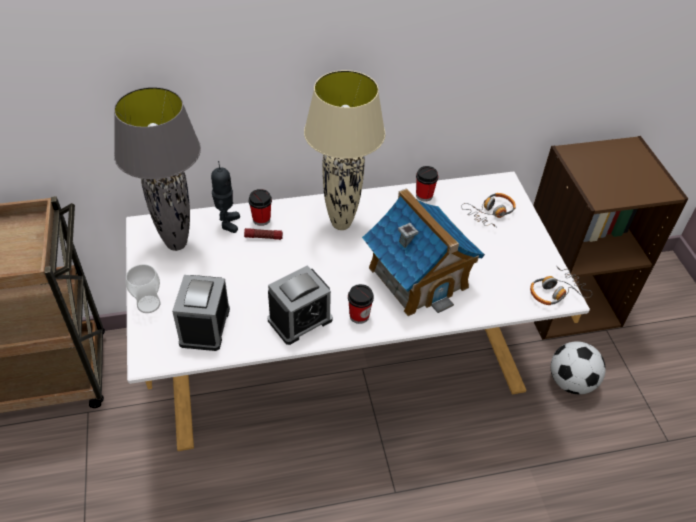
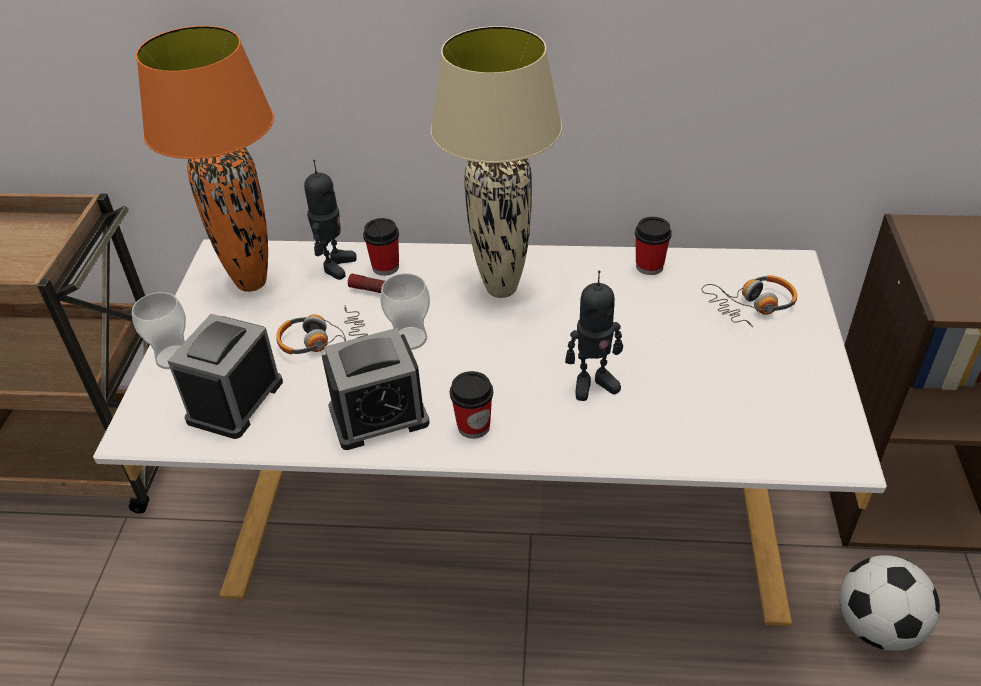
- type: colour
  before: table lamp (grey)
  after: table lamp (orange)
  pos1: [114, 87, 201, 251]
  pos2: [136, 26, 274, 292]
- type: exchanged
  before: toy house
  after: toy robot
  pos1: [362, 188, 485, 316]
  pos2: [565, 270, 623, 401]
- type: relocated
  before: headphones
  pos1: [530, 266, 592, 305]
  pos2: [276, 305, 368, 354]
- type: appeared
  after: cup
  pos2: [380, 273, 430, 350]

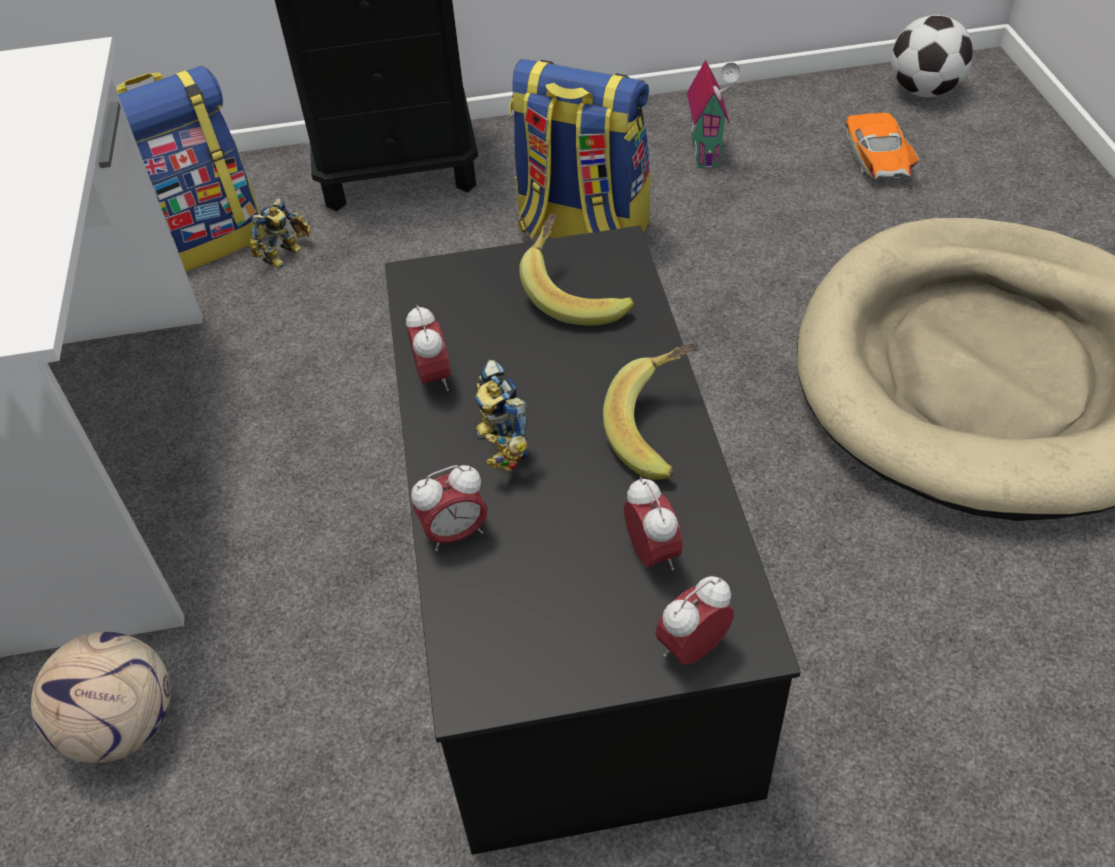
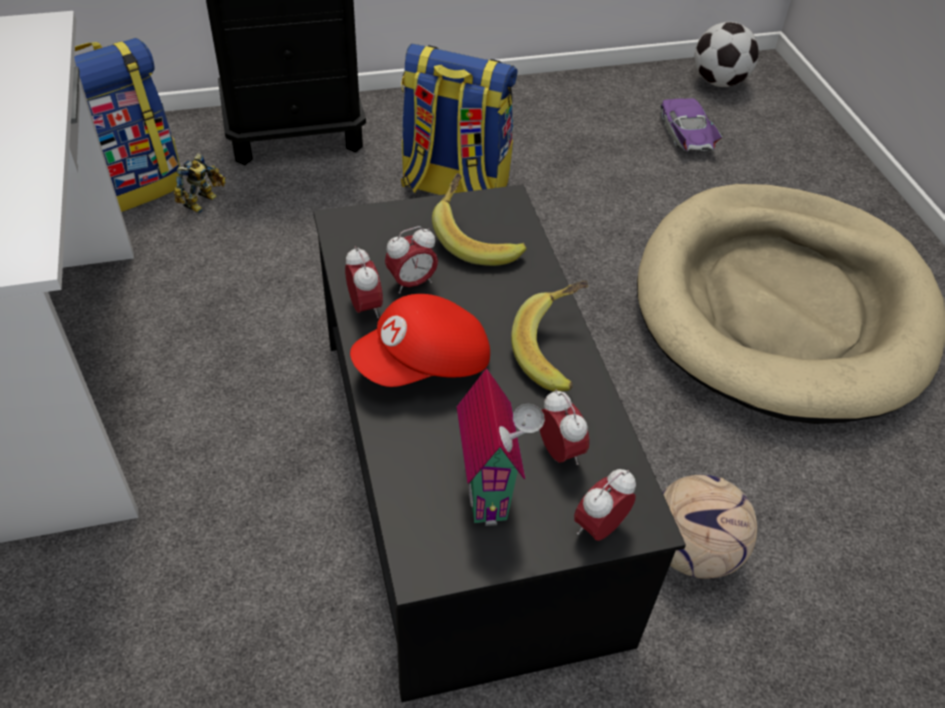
- type: relocated
  before: toy house
  pos1: [687, 60, 740, 169]
  pos2: [457, 368, 545, 526]
- type: colour
  before: toy car (orange)
  after: toy car (purple)
  pos1: [845, 113, 920, 179]
  pos2: [661, 98, 723, 152]
- type: exchanged
  before: toy robot
  after: cap (red)
  pos1: [475, 360, 530, 471]
  pos2: [350, 294, 490, 387]
- type: relocated
  before: alarm clock
  pos1: [411, 465, 488, 551]
  pos2: [385, 226, 438, 294]
- type: relocated
  before: football
  pos1: [31, 632, 171, 763]
  pos2: [662, 475, 757, 579]

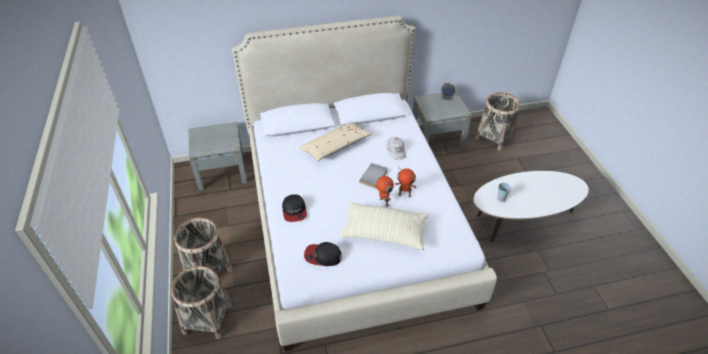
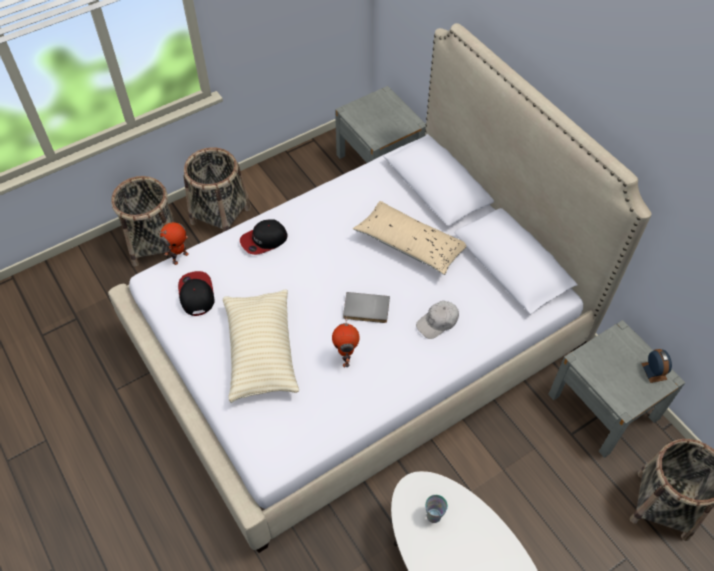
- type: relocated
  before: toy robot
  pos1: [376, 176, 394, 207]
  pos2: [158, 222, 189, 265]

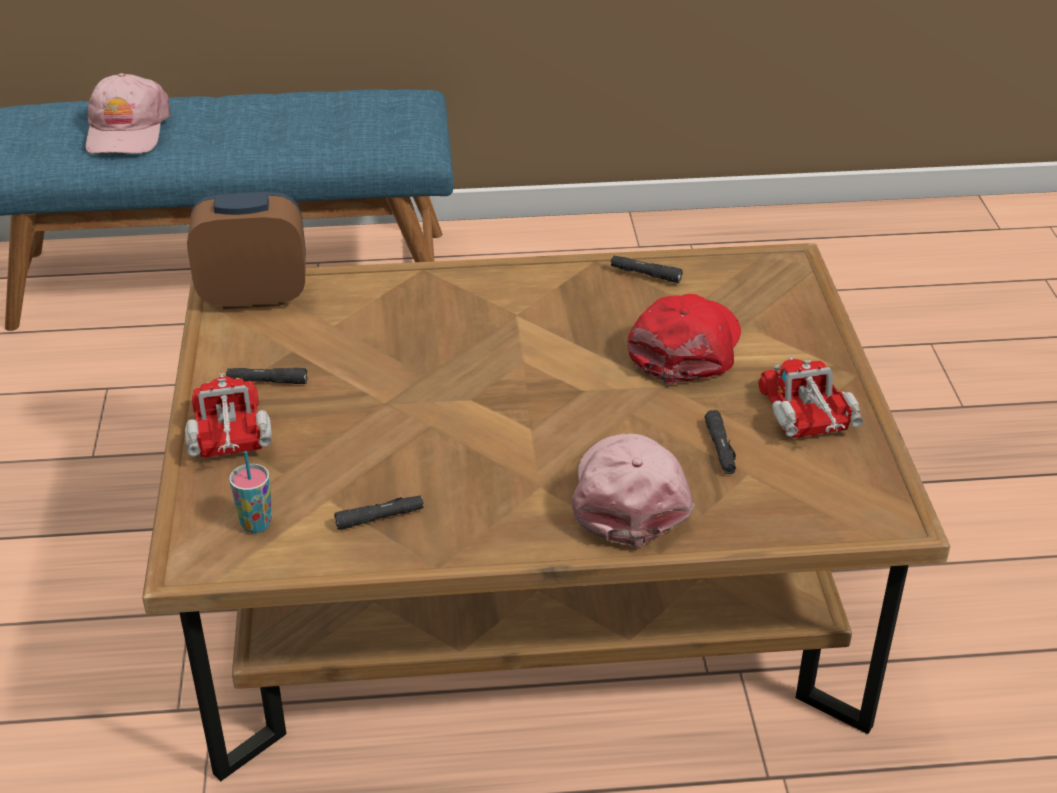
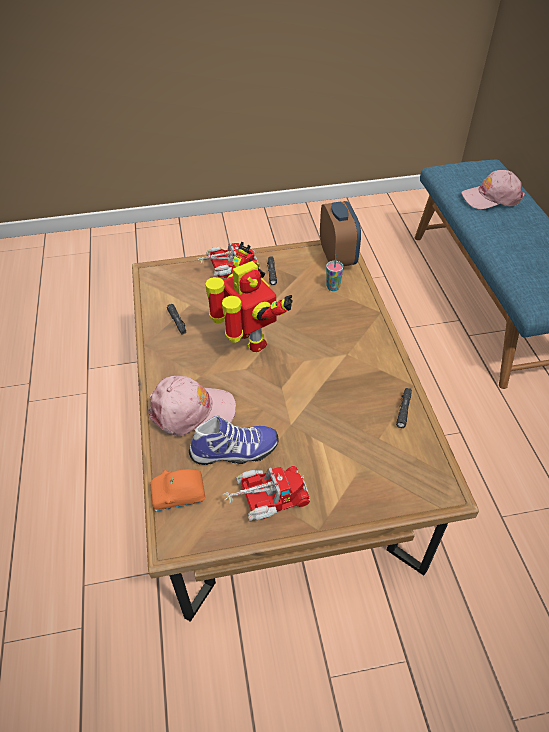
- type: missing
  before: cap (red)
  pos1: [627, 294, 741, 385]
- type: exchanged
  before: flashlight (black)
  after: shoe
  pos1: [705, 410, 736, 474]
  pos2: [189, 416, 279, 465]
- type: relocated
  before: cup
  pos1: [229, 451, 272, 533]
  pos2: [326, 254, 344, 291]
- type: appeared
  after: toy robot
  pos2: [205, 241, 293, 352]
- type: appeared
  after: toy car (orange)
  pos2: [150, 469, 205, 512]

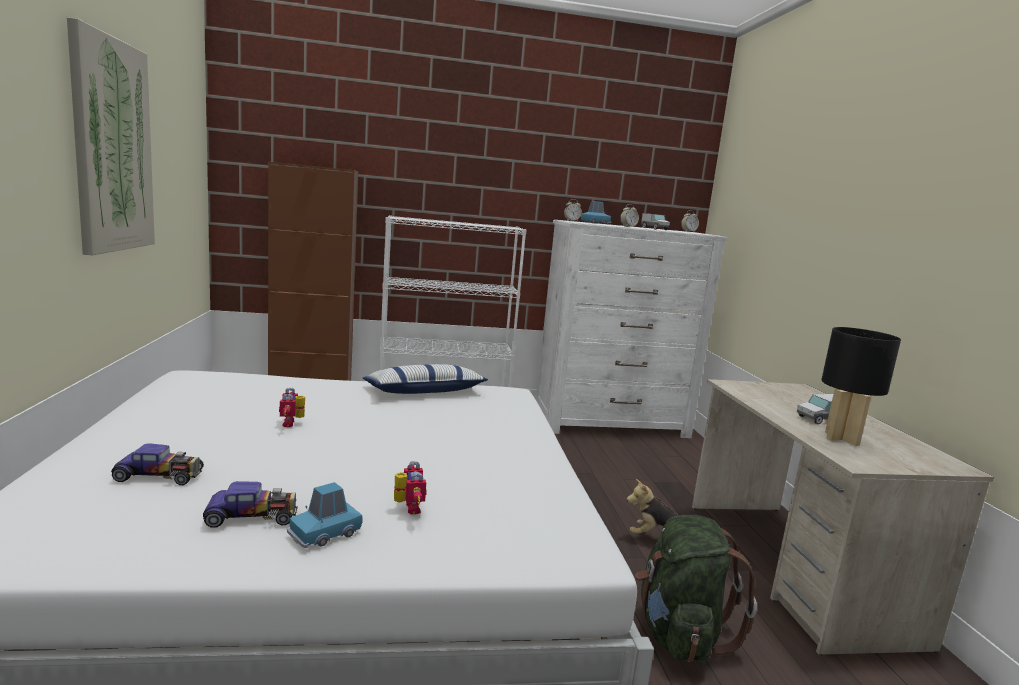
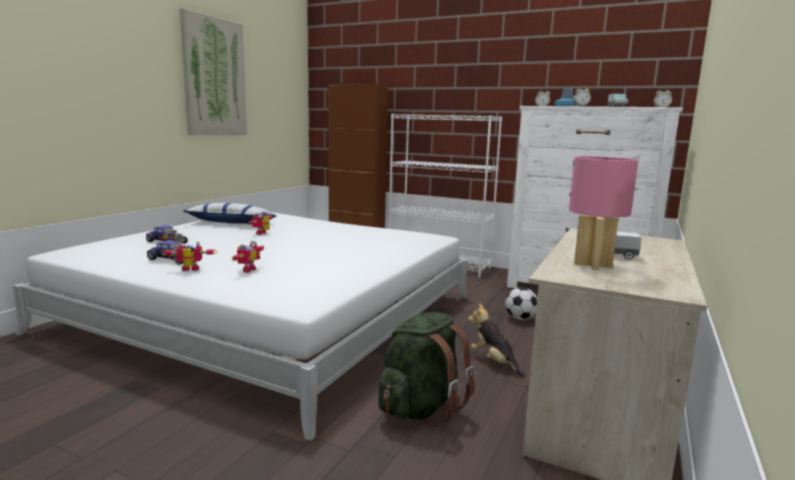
- type: colour
  before: table lamp (black)
  after: table lamp (pink)
  pos1: [821, 327, 901, 446]
  pos2: [569, 156, 638, 270]
- type: relocated
  before: pillow
  pos1: [363, 364, 488, 394]
  pos2: [184, 203, 276, 224]
- type: exchanged
  before: toy car (blue)
  after: toy robot
  pos1: [287, 482, 363, 548]
  pos2: [161, 242, 217, 271]
- type: appeared
  after: football
  pos2: [505, 287, 537, 320]

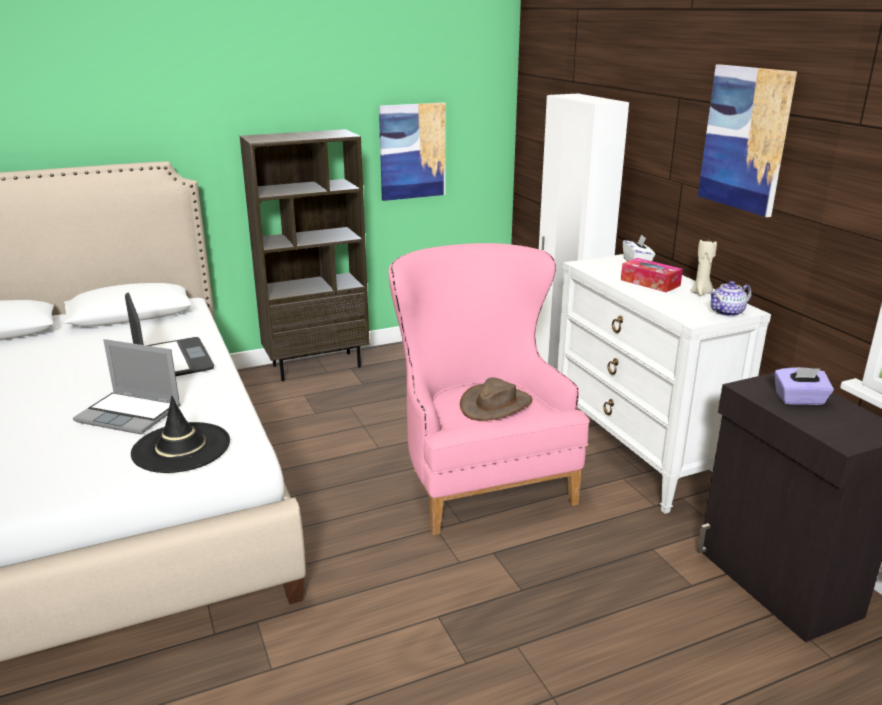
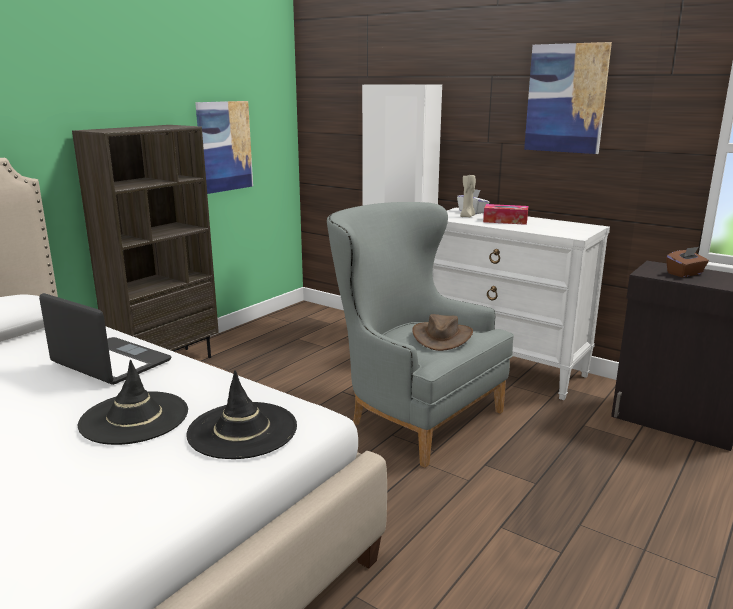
- type: relocated
  before: candle (beige)
  pos1: [690, 239, 717, 296]
  pos2: [460, 173, 476, 217]
- type: colour
  before: armchair (pink)
  after: armchair (grey)
  pos1: [388, 243, 590, 535]
  pos2: [327, 202, 514, 468]
- type: missing
  before: teapot
  pos1: [709, 281, 752, 317]
- type: exchanged
  before: laptop
  after: hat (black)
  pos1: [73, 339, 181, 434]
  pos2: [78, 360, 188, 445]
- type: colour
  before: tissue box (purple)
  after: tissue box (brown)
  pos1: [774, 367, 834, 405]
  pos2: [666, 247, 709, 277]

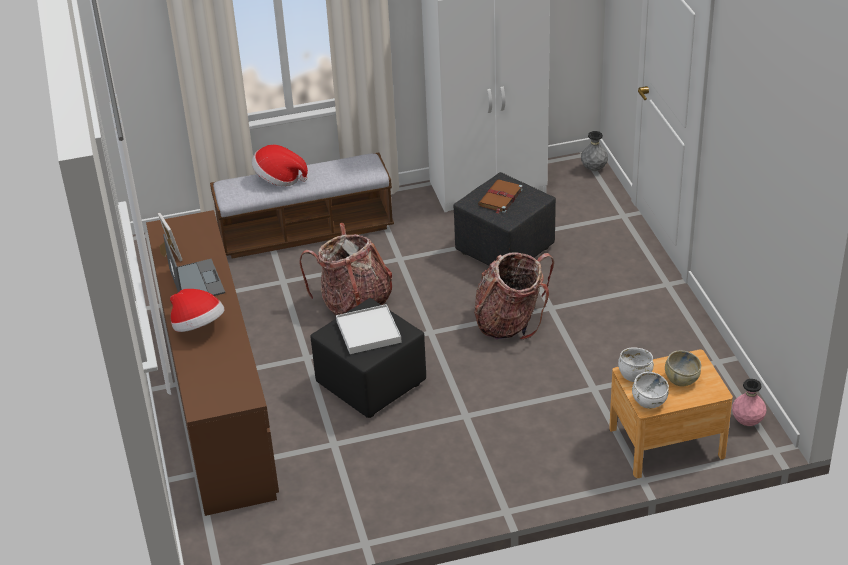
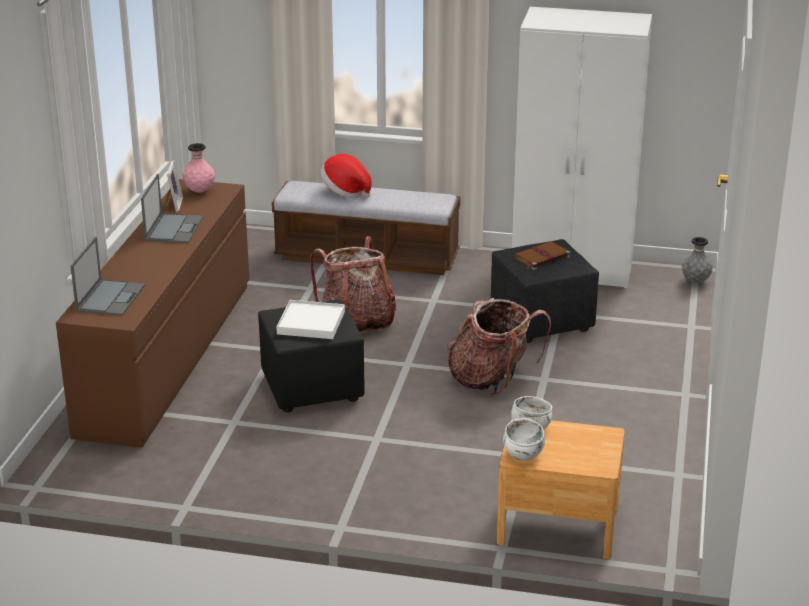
- type: missing
  before: hat
  pos1: [170, 289, 225, 332]
- type: missing
  before: bowl (beige)
  pos1: [665, 350, 701, 387]
- type: relocated
  before: vase (pink)
  pos1: [732, 379, 766, 426]
  pos2: [183, 143, 215, 193]
- type: appeared
  after: laptop
  pos2: [70, 237, 145, 316]

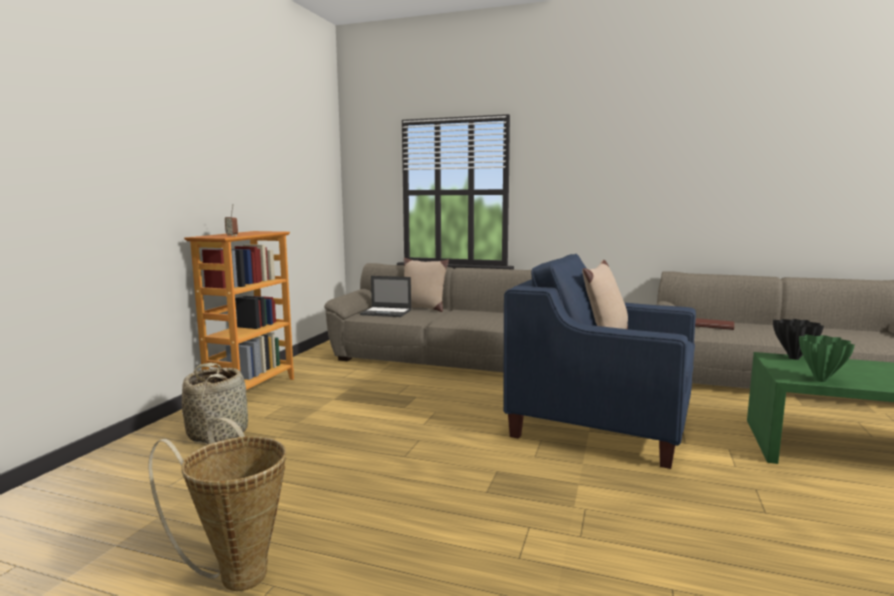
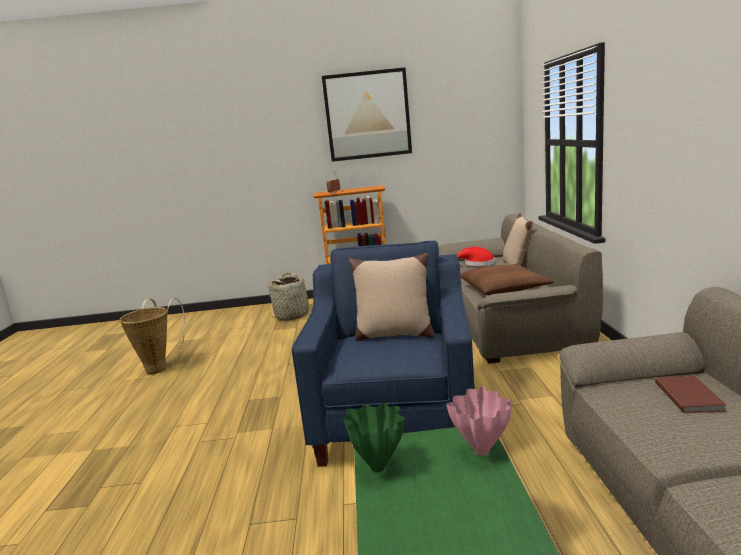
- type: exchanged
  before: laptop
  after: hat (red)
  pos1: [360, 276, 411, 317]
  pos2: [457, 247, 495, 266]
- type: colour
  before: vase (black)
  after: vase (pink)
  pos1: [773, 319, 824, 360]
  pos2: [447, 386, 511, 456]
- type: appeared
  after: picture
  pos2: [322, 67, 412, 162]
- type: appeared
  after: pillow (brown)
  pos2: [460, 264, 554, 295]

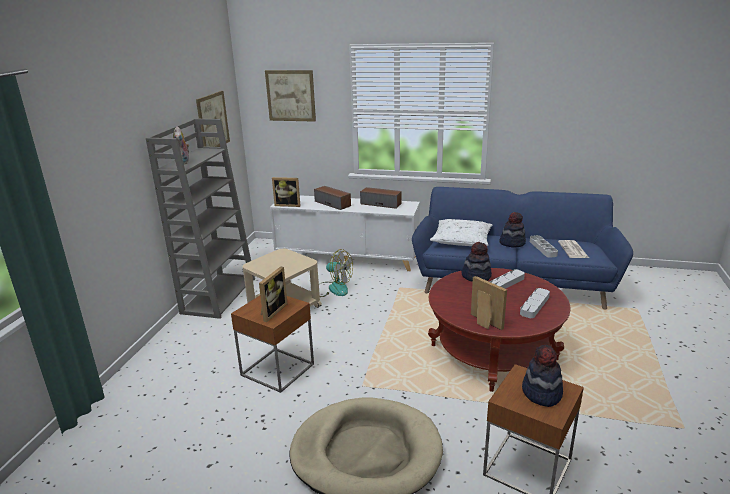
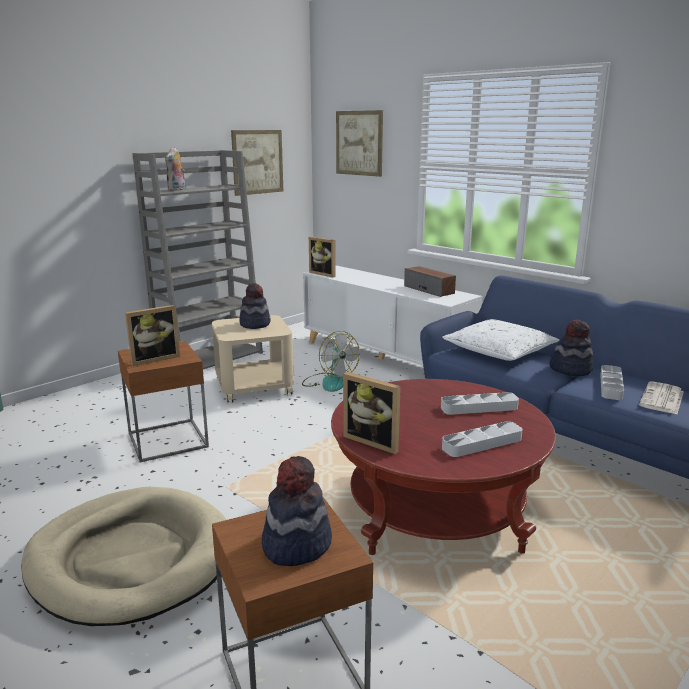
- type: missing
  before: speaker
  pos1: [314, 186, 351, 210]
- type: relocated
  before: hat
  pos1: [461, 242, 492, 282]
  pos2: [240, 283, 270, 329]
- type: spun
  before: picture frame
  pos1: [471, 276, 507, 330]
  pos2: [343, 372, 401, 454]
  turn: 135

